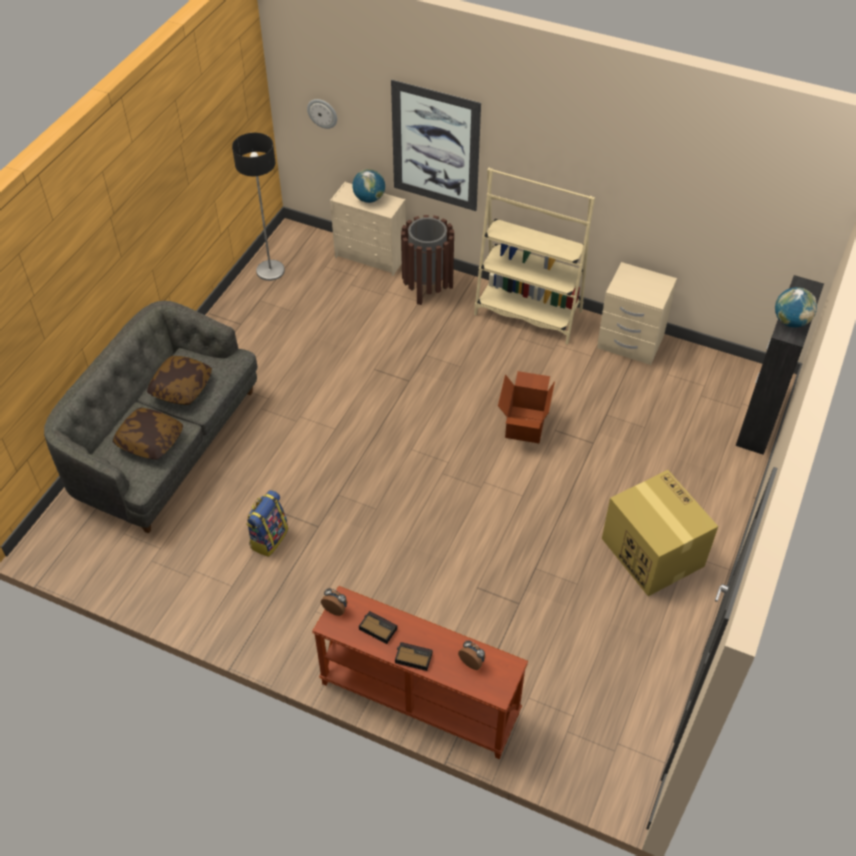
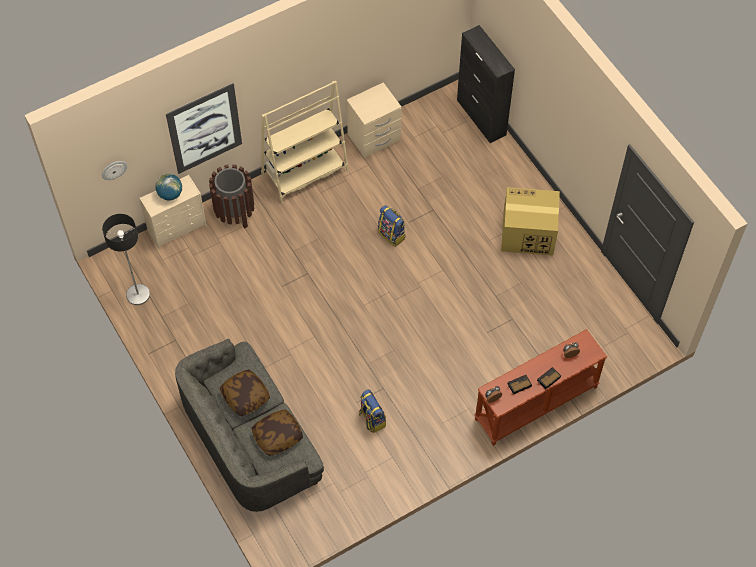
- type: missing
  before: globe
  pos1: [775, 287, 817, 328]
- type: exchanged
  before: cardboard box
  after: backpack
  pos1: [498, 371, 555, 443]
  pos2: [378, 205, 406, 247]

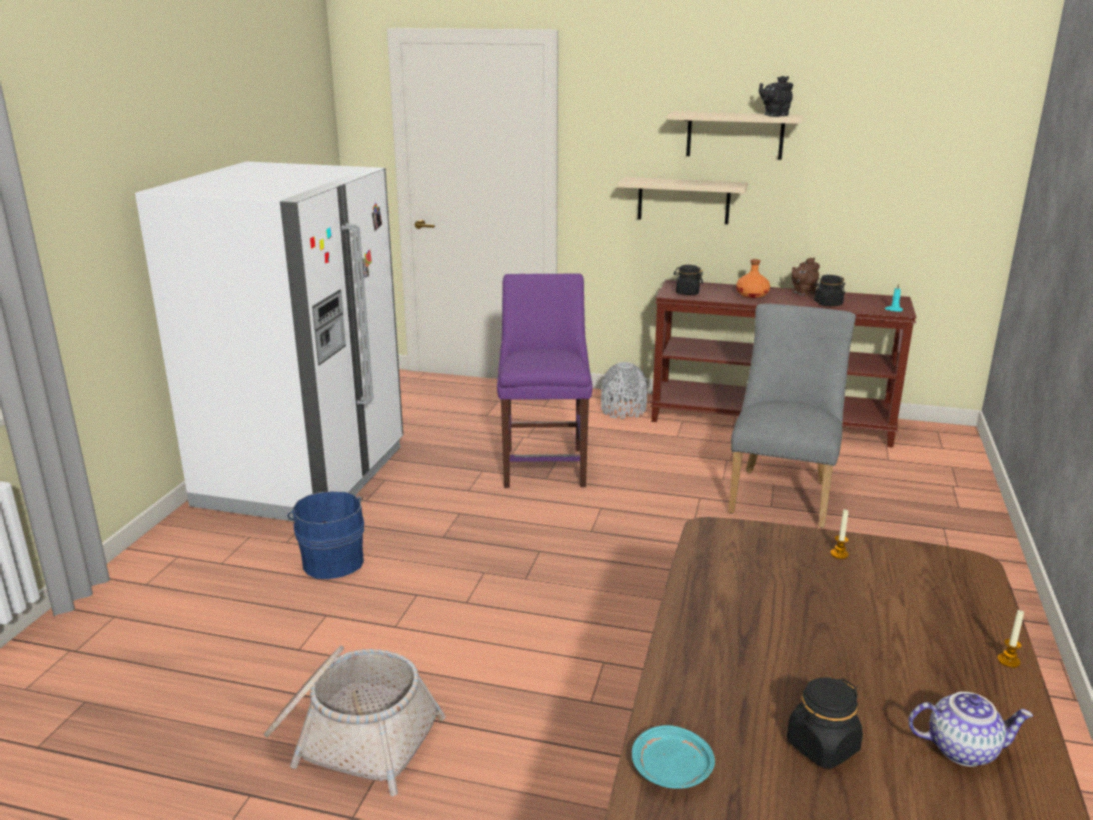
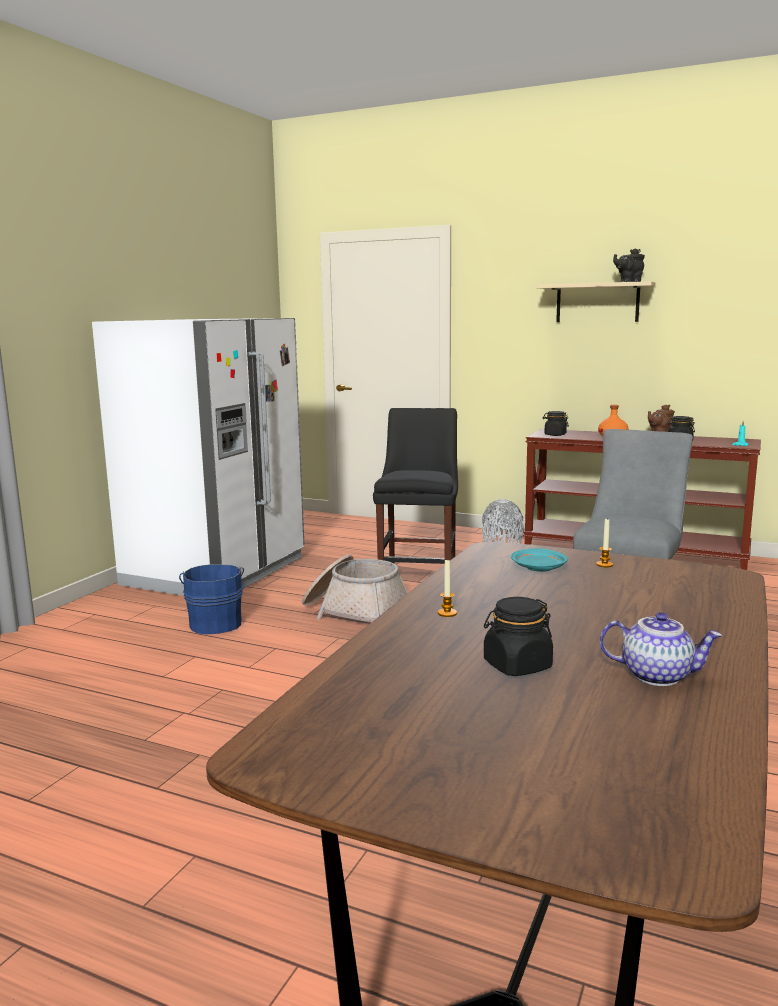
- type: missing
  before: shelf (beige)
  pos1: [617, 177, 748, 224]
- type: colour
  before: chair (purple)
  after: chair (black)
  pos1: [497, 274, 593, 488]
  pos2: [373, 408, 458, 564]
- type: relocated
  before: candle
  pos1: [997, 610, 1024, 668]
  pos2: [438, 558, 457, 617]
- type: relocated
  before: basket
  pos1: [264, 646, 446, 796]
  pos2: [302, 555, 408, 622]
- type: relocated
  before: plate (turquoise)
  pos1: [632, 725, 715, 789]
  pos2: [511, 548, 568, 572]

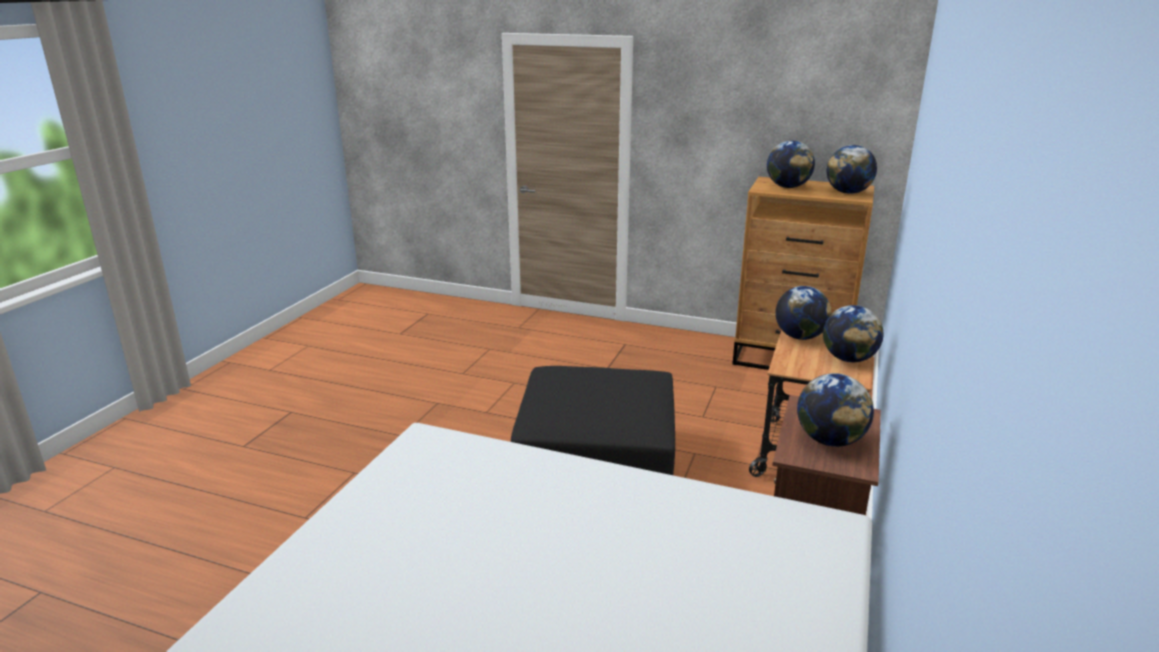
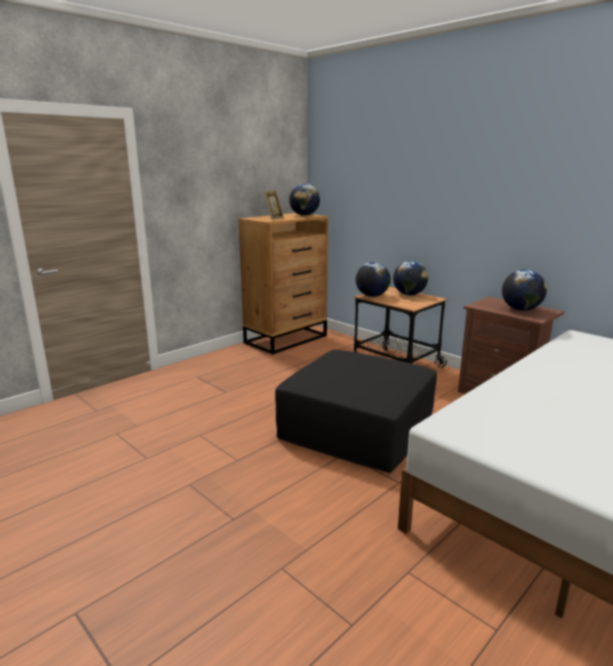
- type: exchanged
  before: globe
  after: picture frame
  pos1: [767, 141, 815, 188]
  pos2: [264, 190, 284, 220]

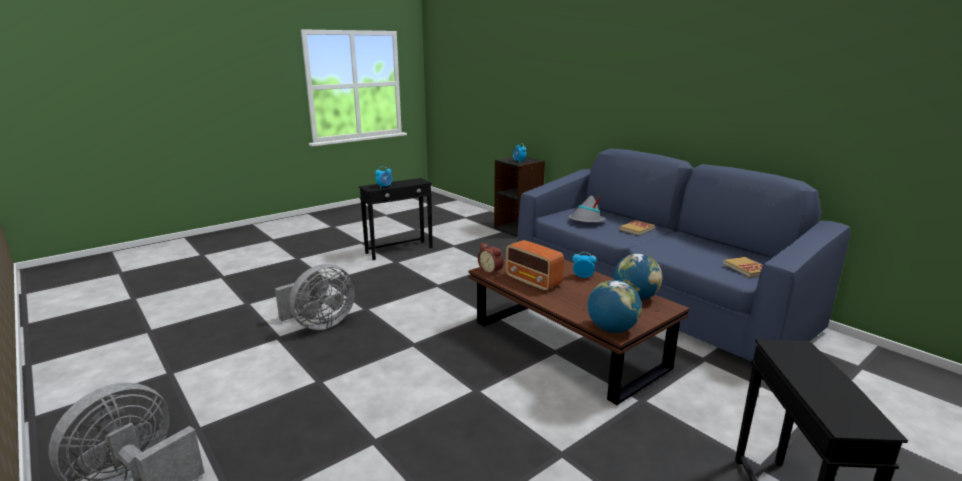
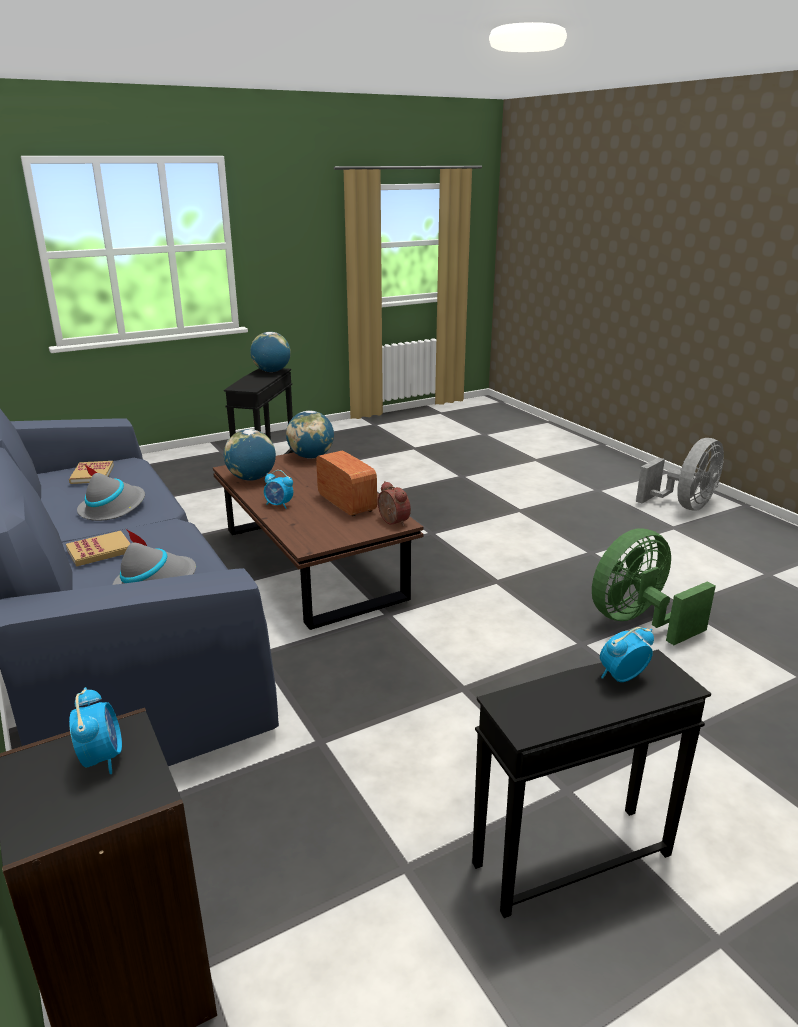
- type: colour
  before: fan (grey)
  after: fan (green)
  pos1: [275, 264, 355, 330]
  pos2: [592, 528, 716, 645]
- type: appeared
  after: globe
  pos2: [250, 332, 291, 372]
- type: appeared
  after: hat (grey)
  pos2: [77, 464, 145, 521]

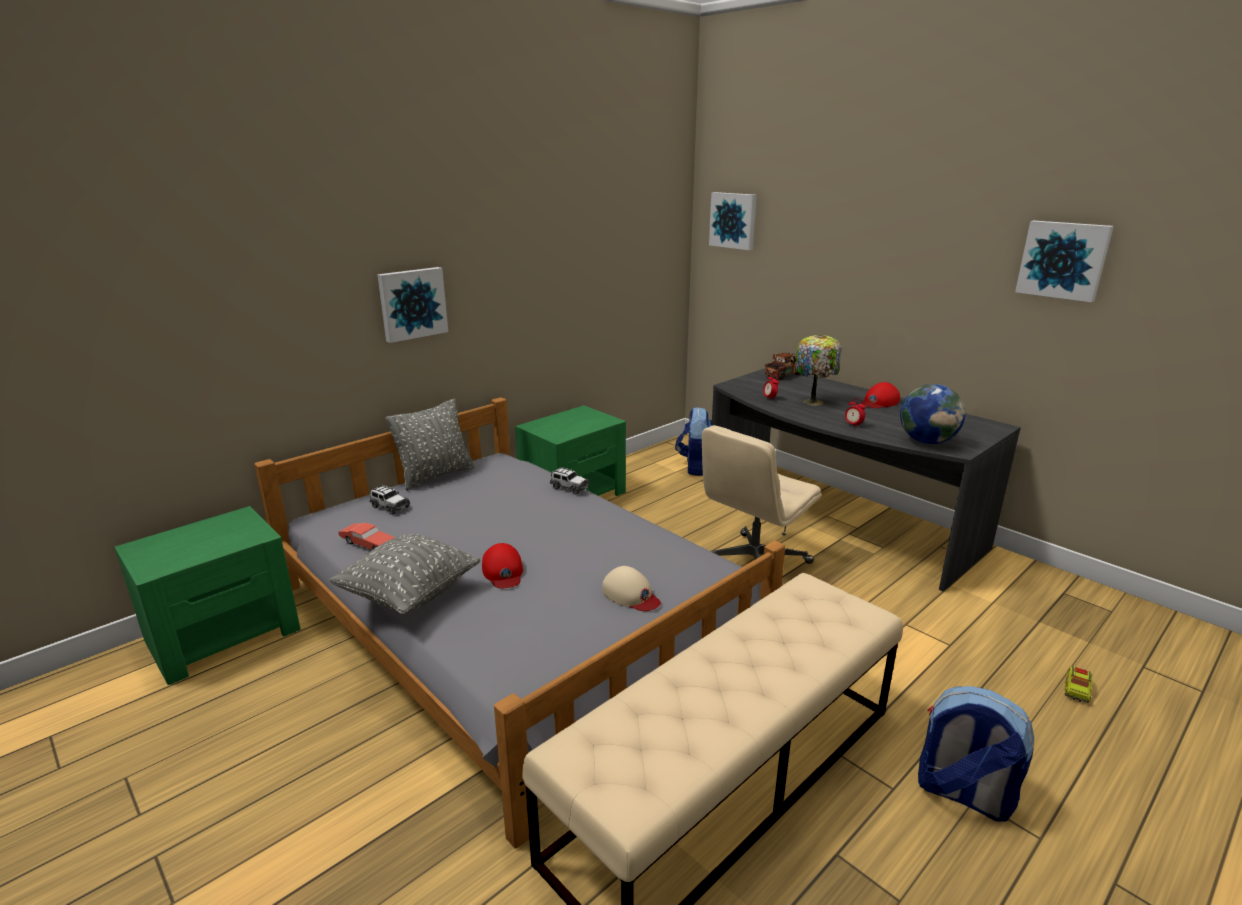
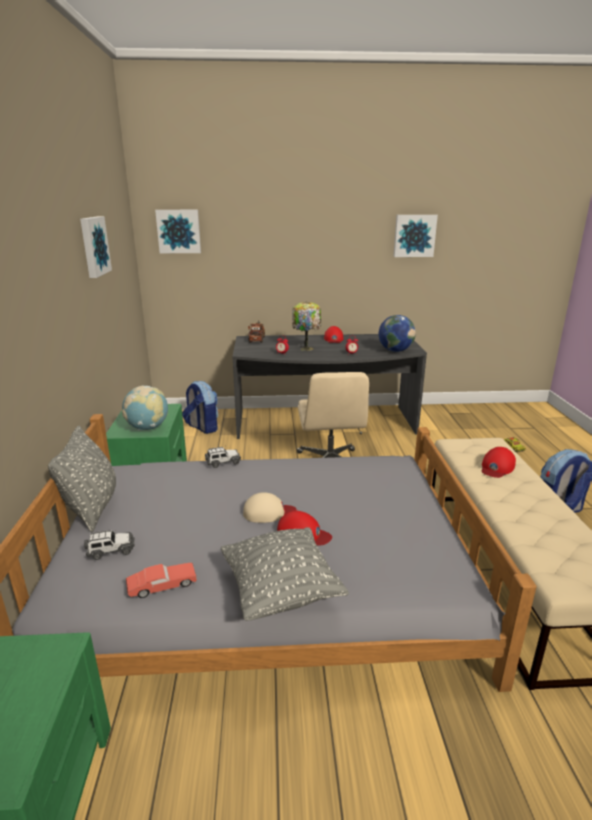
- type: relocated
  before: picture
  pos1: [377, 267, 448, 343]
  pos2: [80, 216, 112, 278]
- type: relocated
  before: cap (beige)
  pos1: [602, 566, 661, 611]
  pos2: [243, 492, 297, 523]
- type: appeared
  after: globe
  pos2: [122, 385, 168, 430]
- type: appeared
  after: cap (red)
  pos2: [482, 447, 516, 478]

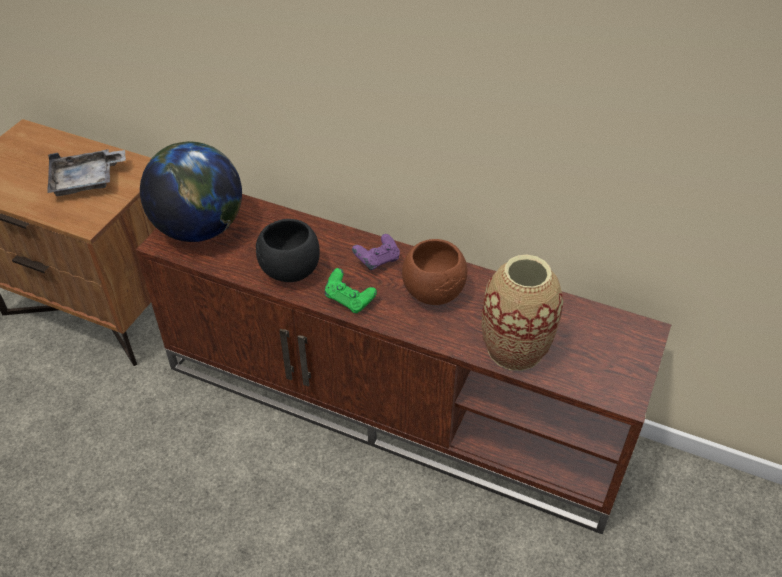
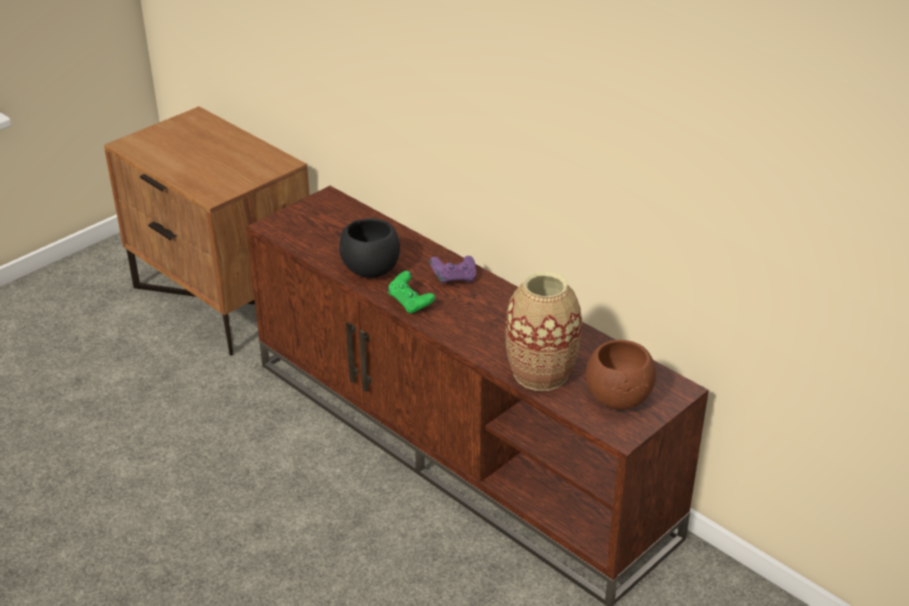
- type: missing
  before: globe
  pos1: [140, 141, 242, 242]
- type: missing
  before: tray (grey)
  pos1: [47, 149, 126, 196]
- type: relocated
  before: bowl (brown)
  pos1: [402, 239, 468, 305]
  pos2: [586, 340, 656, 410]

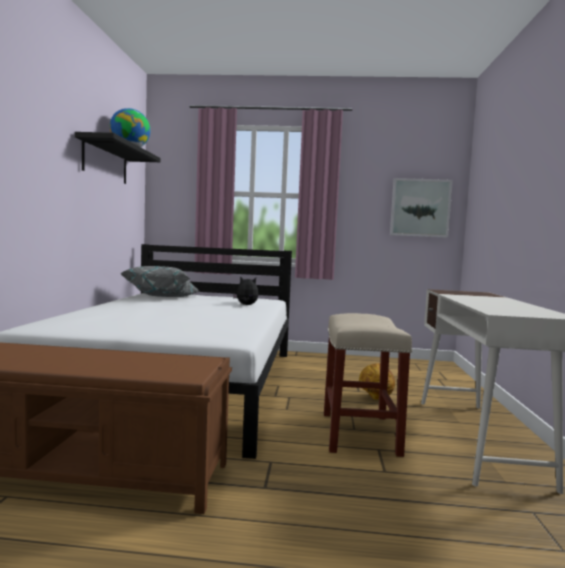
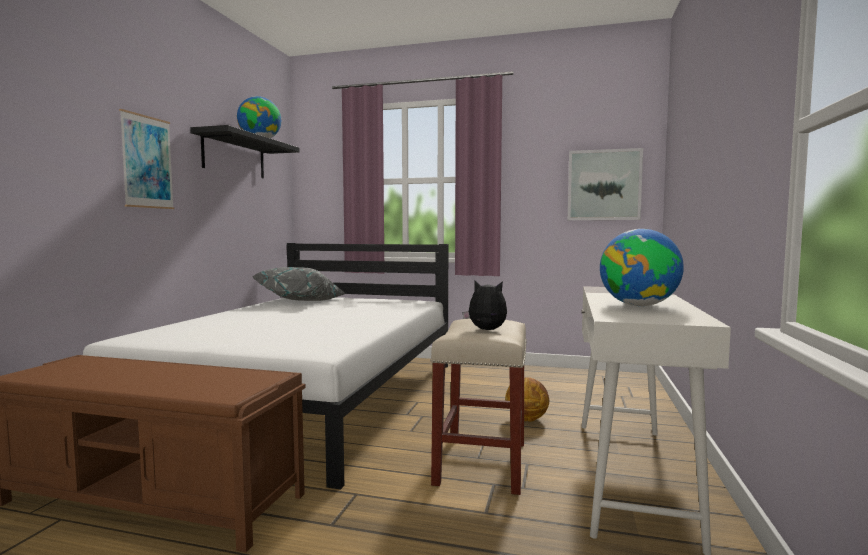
- type: relocated
  before: plush toy
  pos1: [233, 276, 259, 305]
  pos2: [463, 281, 507, 330]
- type: appeared
  after: picture
  pos2: [119, 109, 174, 209]
- type: appeared
  after: globe
  pos2: [600, 229, 684, 306]

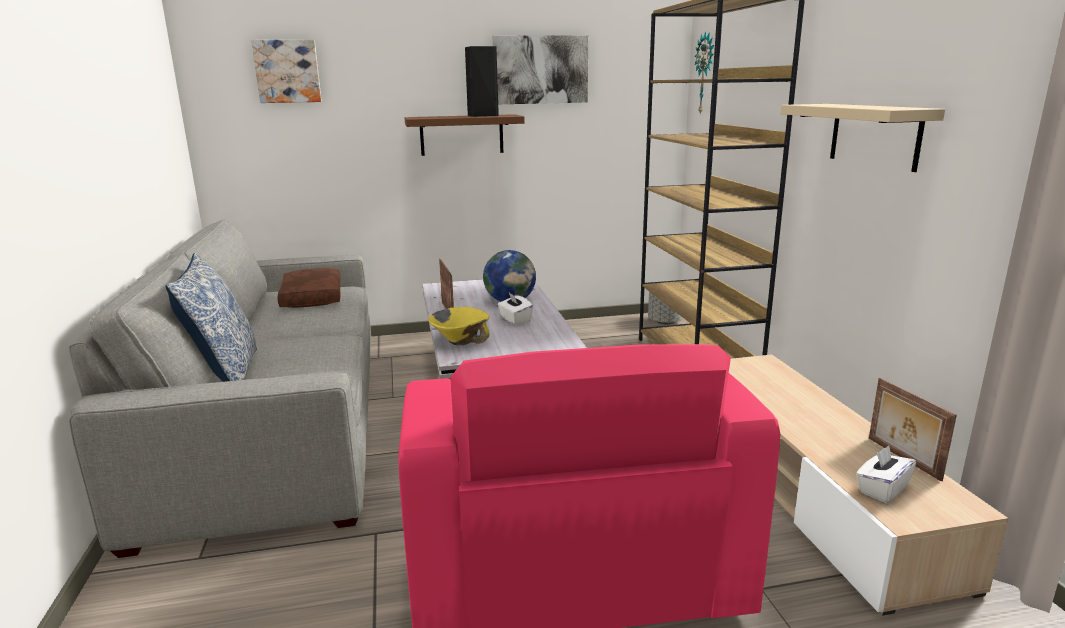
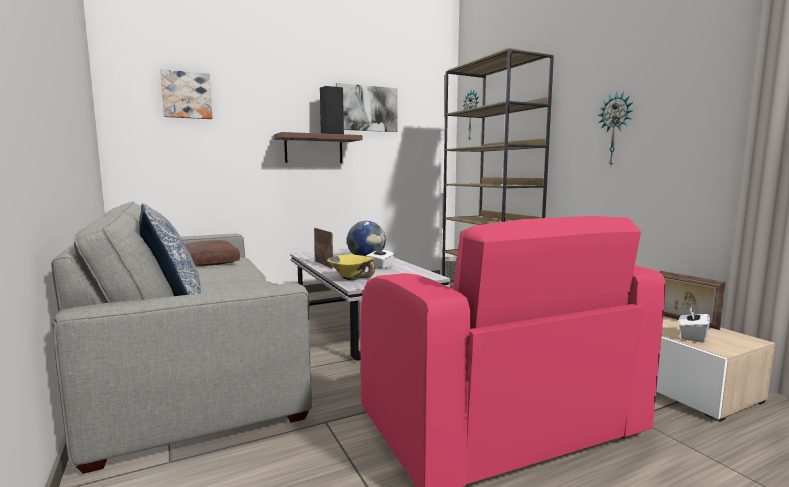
- type: exchanged
  before: shelf (beige)
  after: wall clock
  pos1: [780, 104, 945, 172]
  pos2: [598, 92, 634, 166]

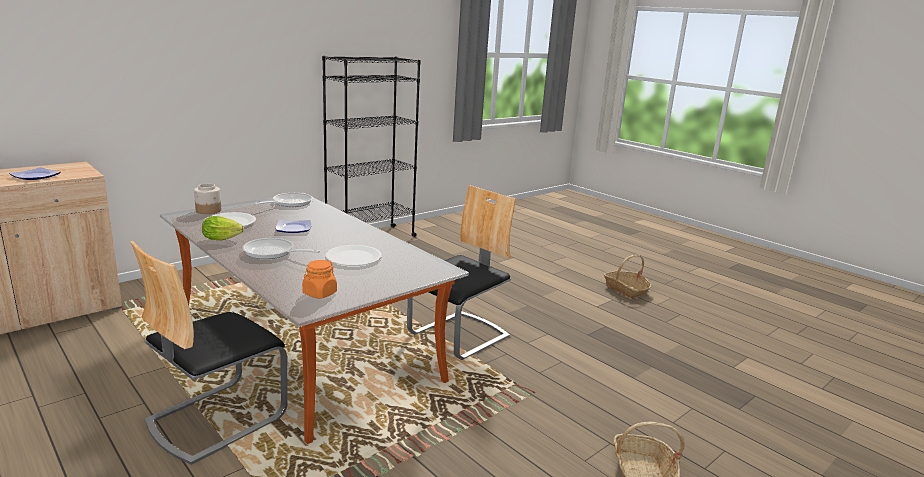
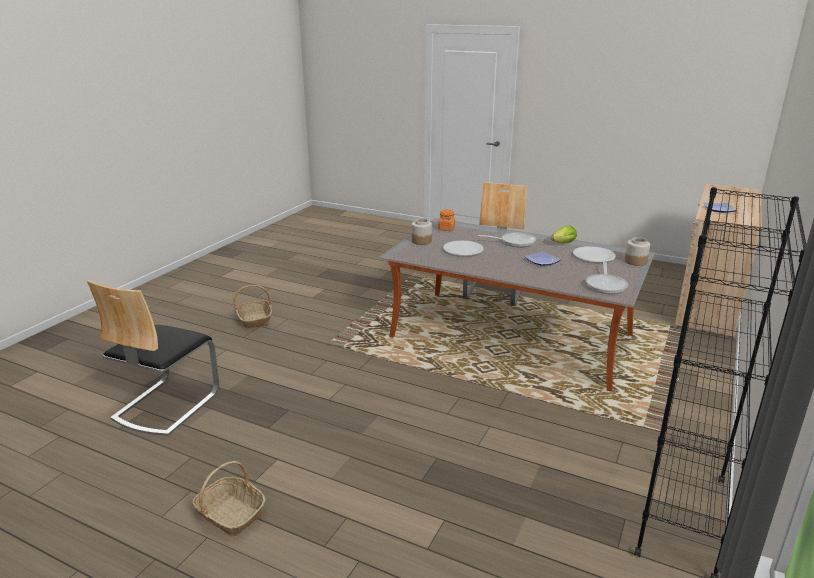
- type: relocated
  before: chair
  pos1: [407, 185, 516, 360]
  pos2: [87, 280, 219, 436]
- type: appeared
  after: jar
  pos2: [412, 219, 432, 245]

